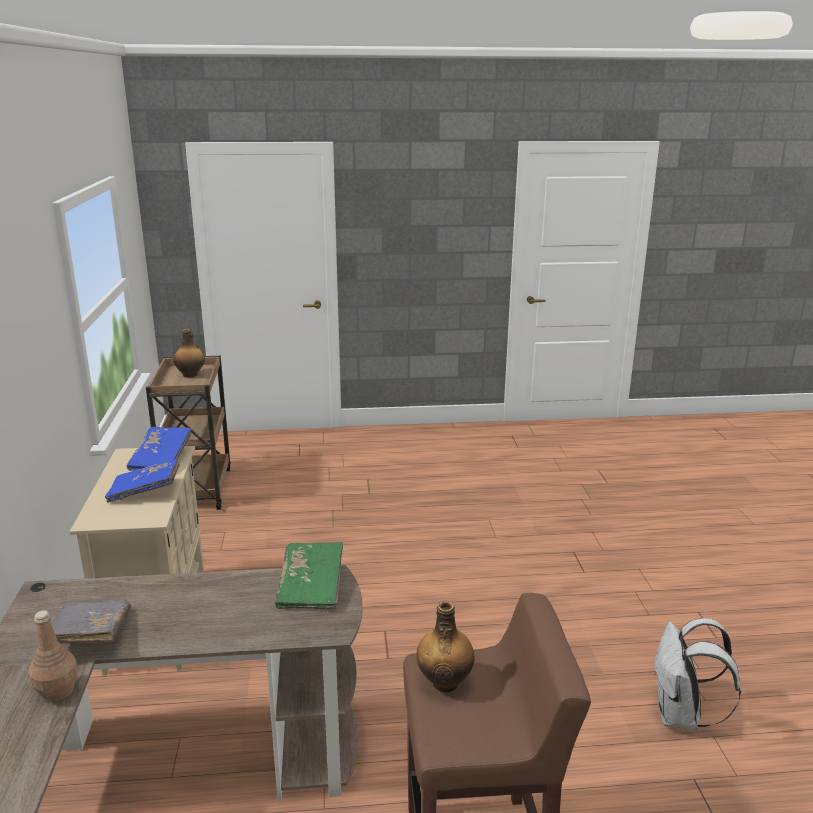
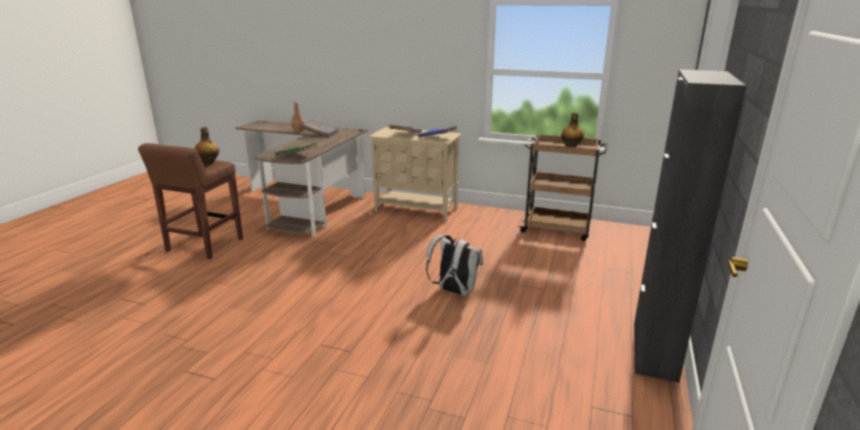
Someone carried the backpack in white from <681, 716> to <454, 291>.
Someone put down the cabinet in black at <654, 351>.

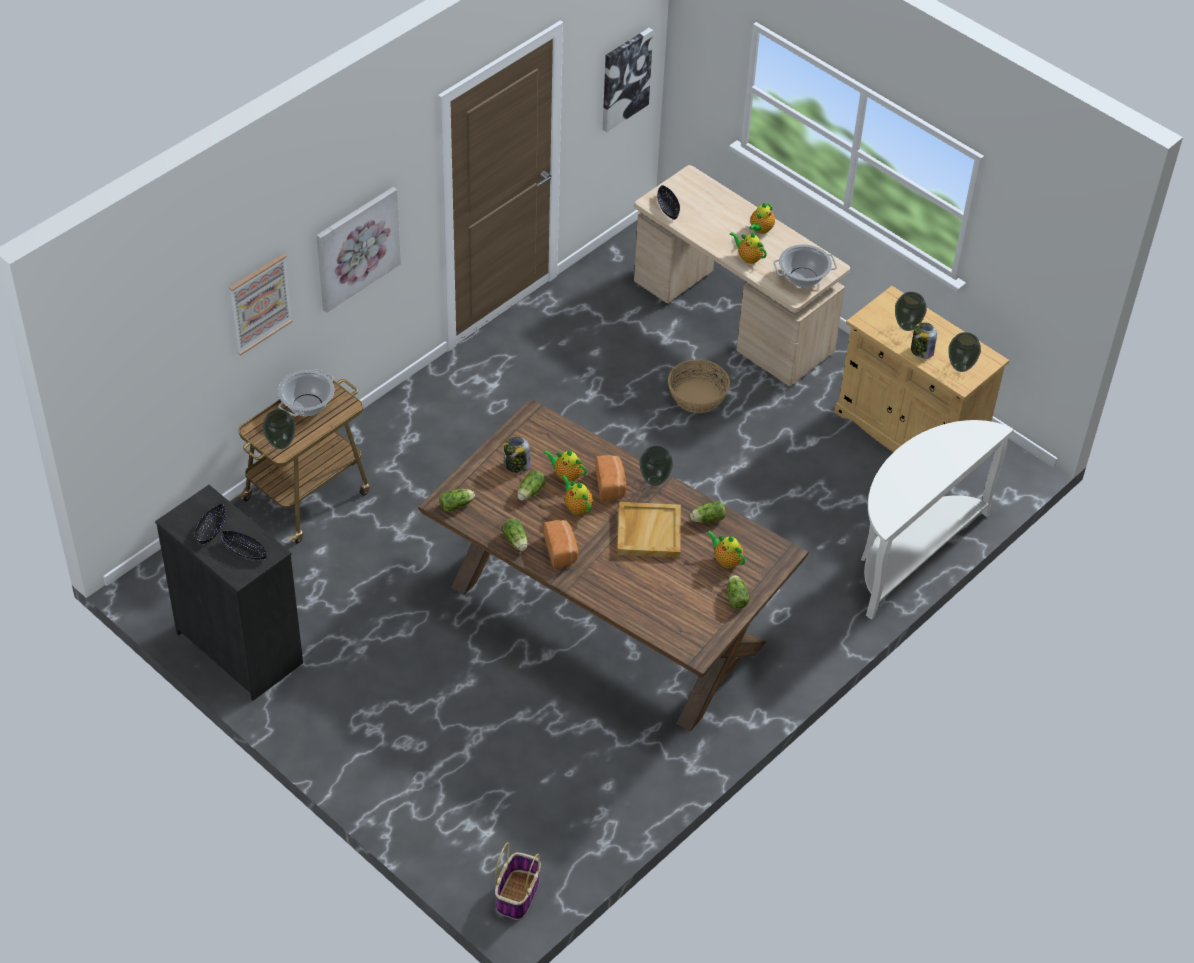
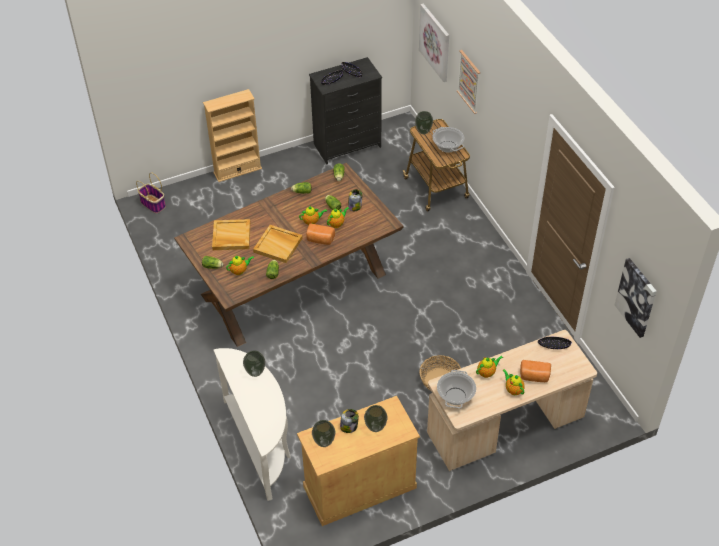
Someone carried the picture from <356, 247> to <435, 42>.
Someone carried the vase from <655, 481> to <255, 373>.
Someone carried the bread from <561, 550> to <534, 377>.
Someone put down the bookcase in beige at <237, 170>.
Someone put down the tray in beige at <231, 236>.

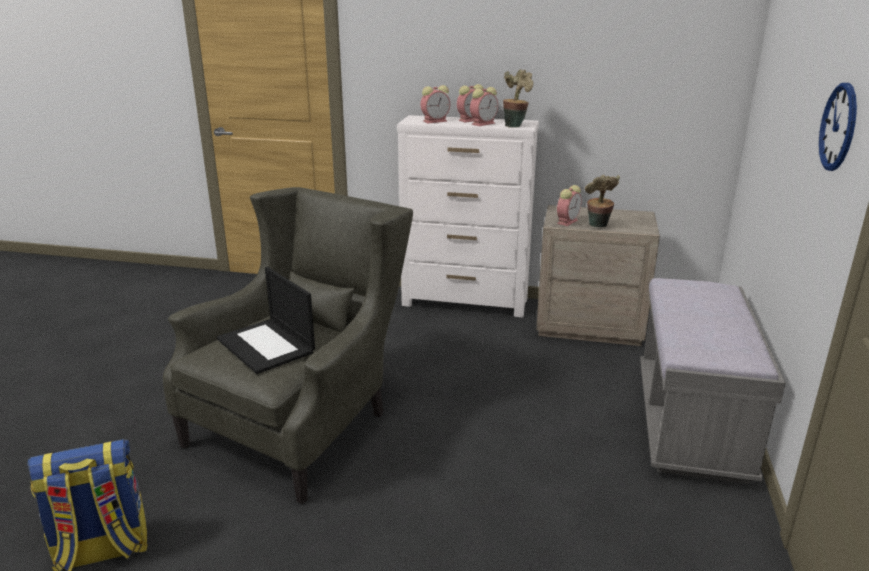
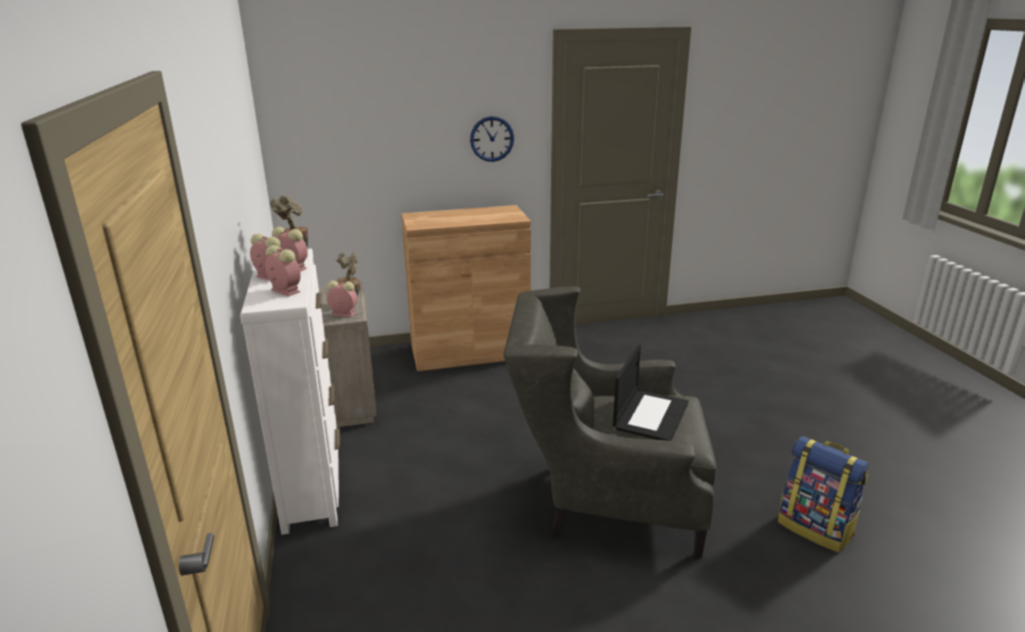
Someone swapped the bench in grey at <691, 423> for the cabinet in brown at <469, 351>.

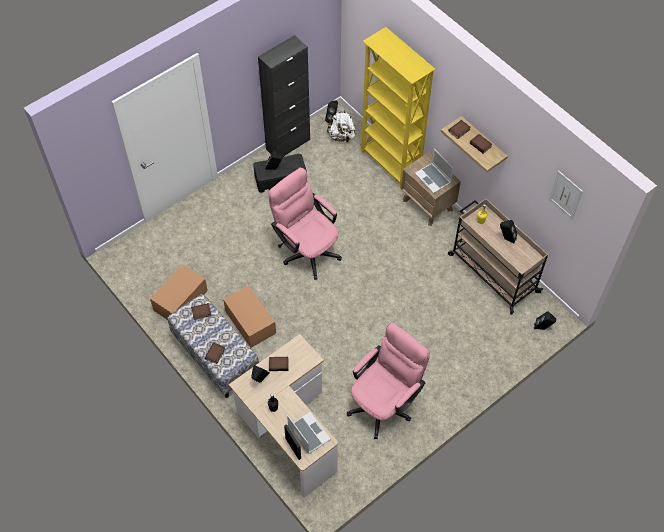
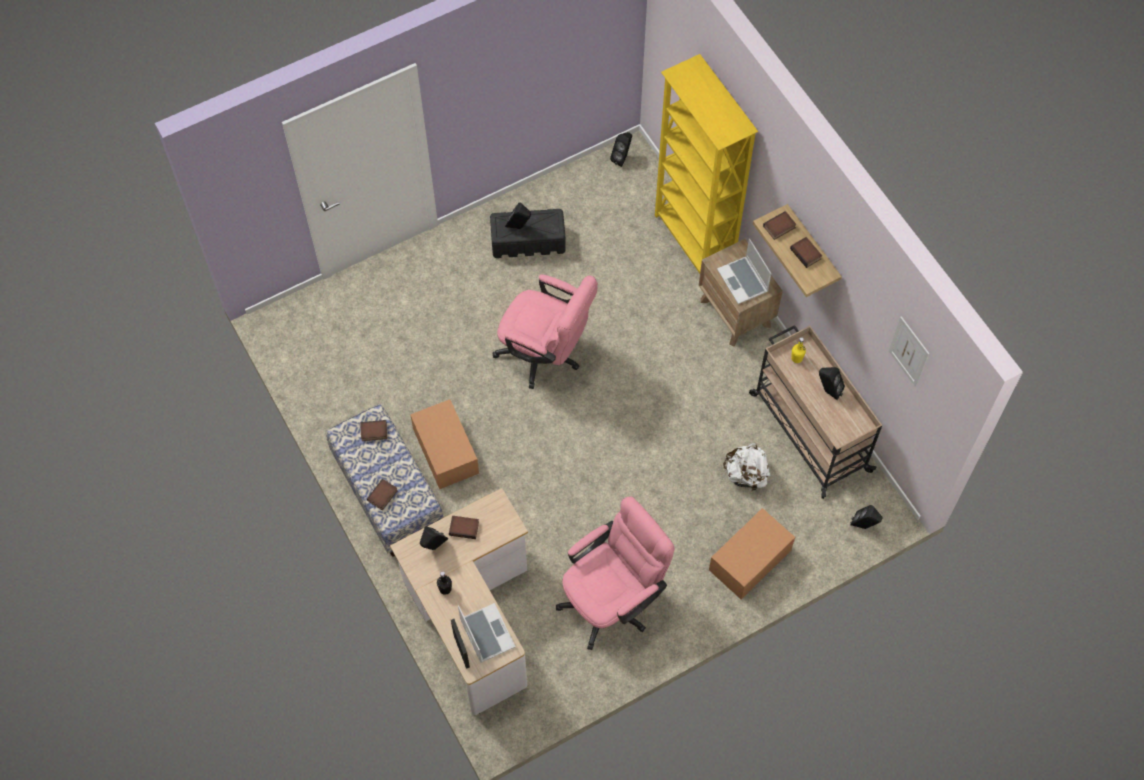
Someone took away the cabinet in black at <288, 144>.
Someone carried the backpack in white from <341, 136> to <746, 475>.
Someone rotated the office chair in pink at <306, 249> by 150 degrees clockwise.
Someone carried the cardboard box from <180, 300> to <750, 560>.

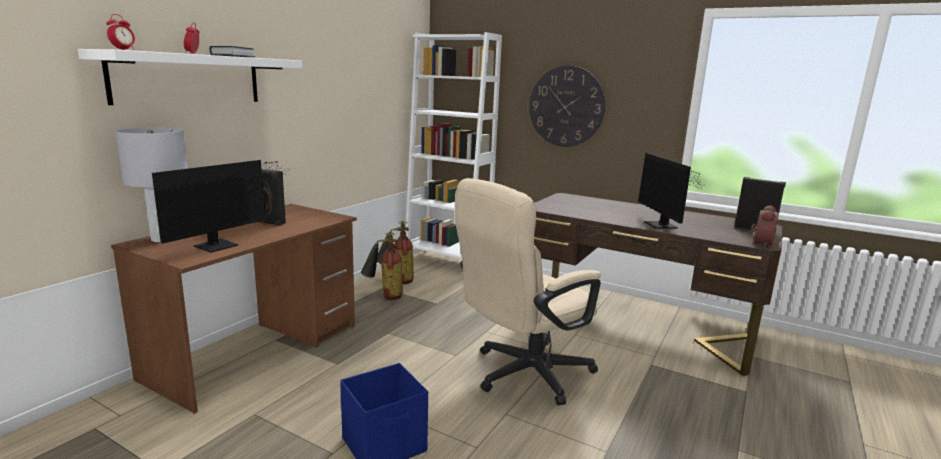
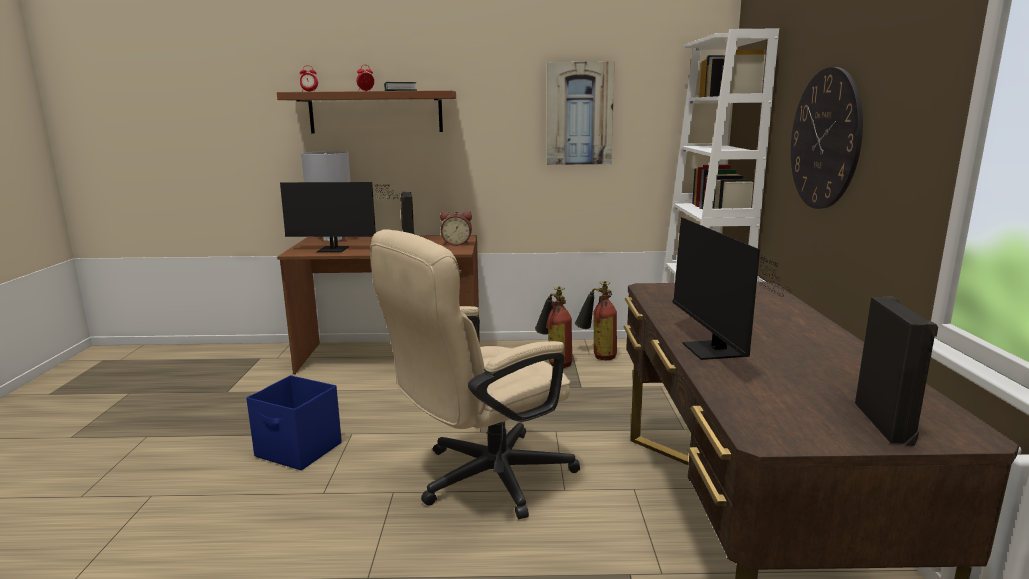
Someone repainted the shelf in white at <189, 79>, which became the shelf in brown at <376, 112>.
Someone rotated the monitor at <661, 226> by 60 degrees counterclockwise.
Someone rotated the office chair in beige at <522, 375> by 60 degrees counterclockwise.
Someone carried the alarm clock from <760, 243> to <457, 244>.
Someone put up the picture at <579, 114>.

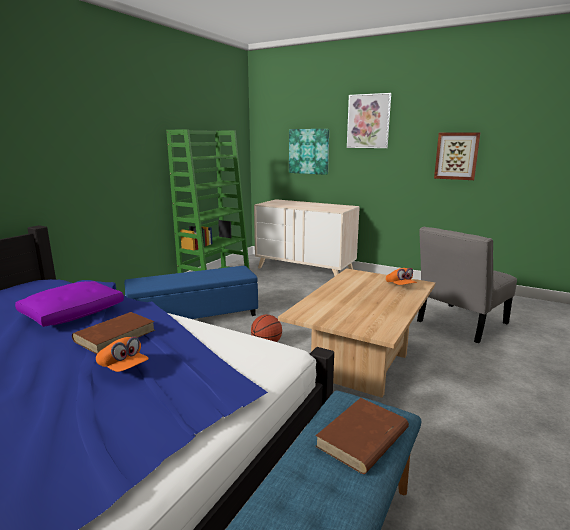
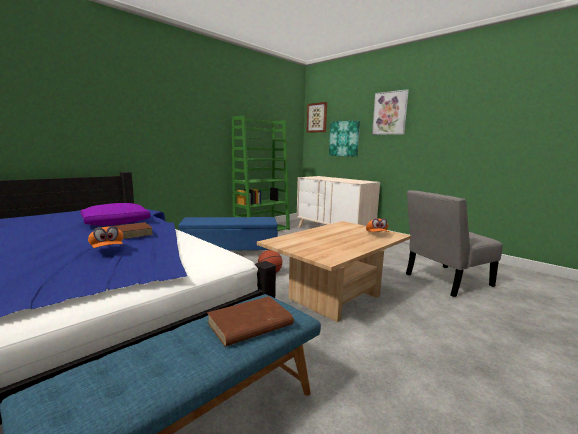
Someone carried the picture from <456, 156> to <317, 117>.

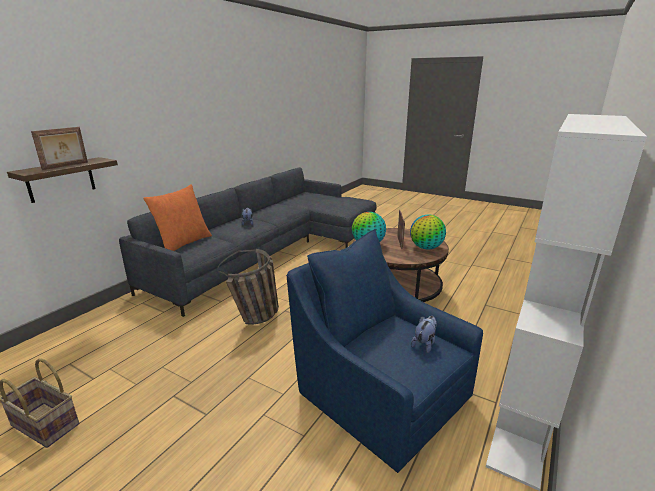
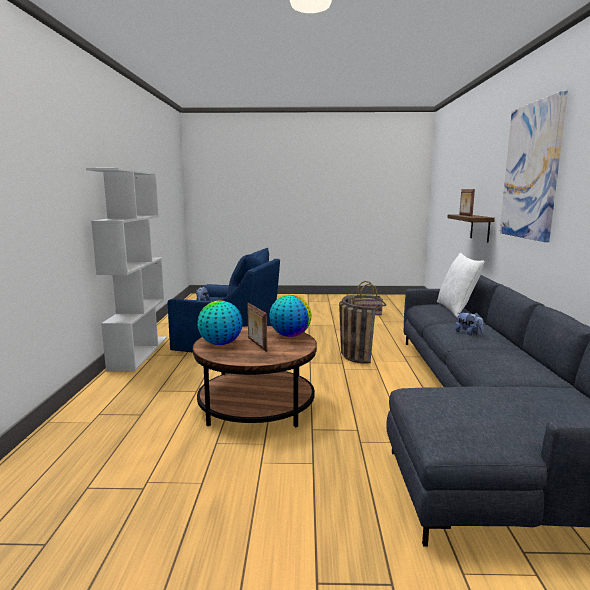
Someone repainted the pillow in orange at <183, 243>, which became the pillow in white at <456, 309>.
Someone put up the picture at <531, 171>.

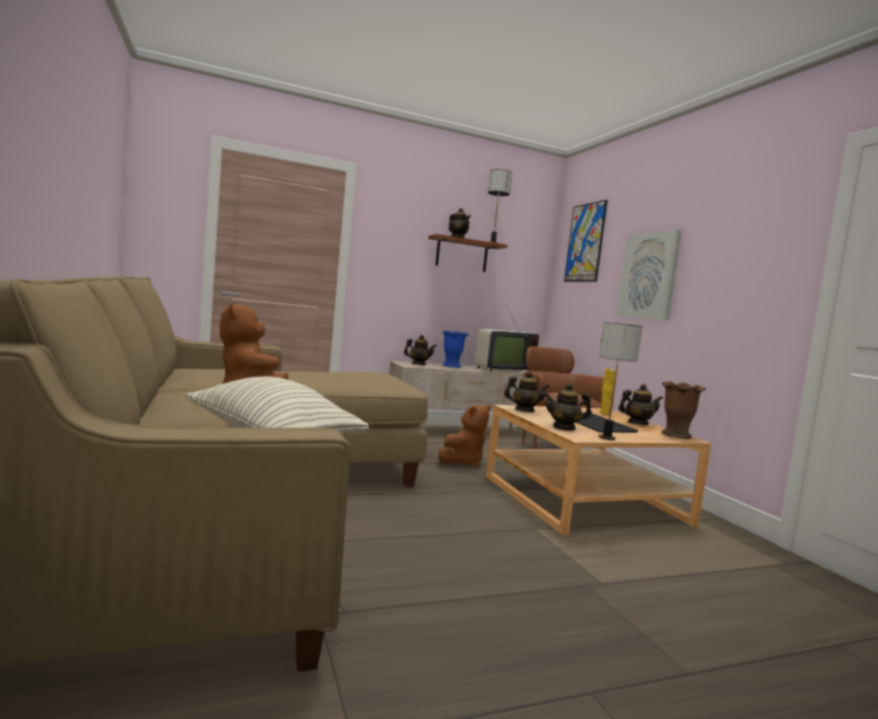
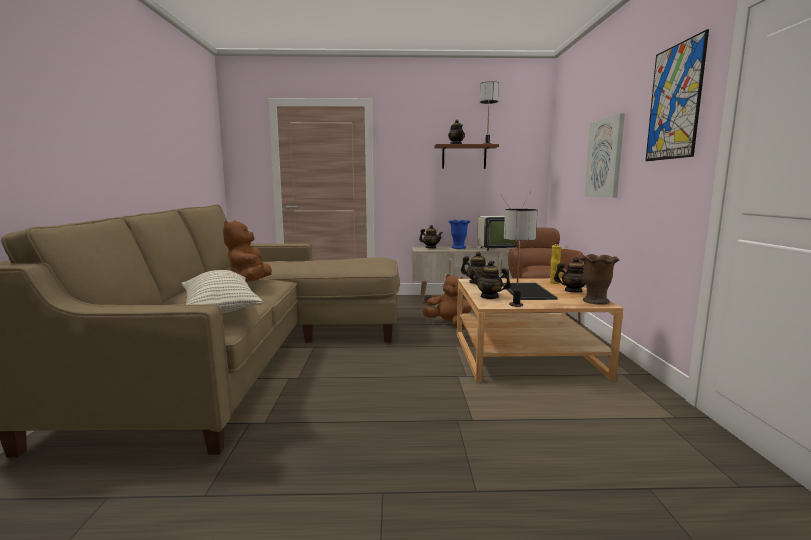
Someone carried the picture from <585, 242> to <674, 102>.
Someone rotated the plush toy in brown at <463, 462> by 120 degrees counterclockwise.

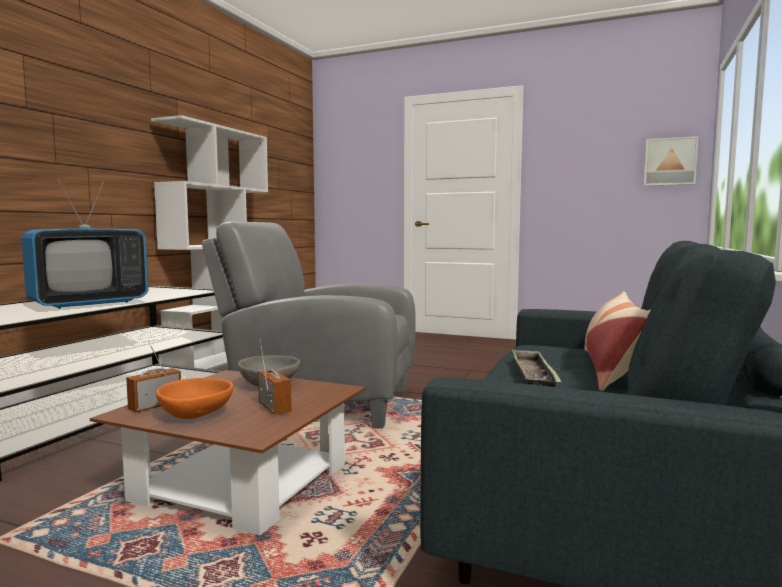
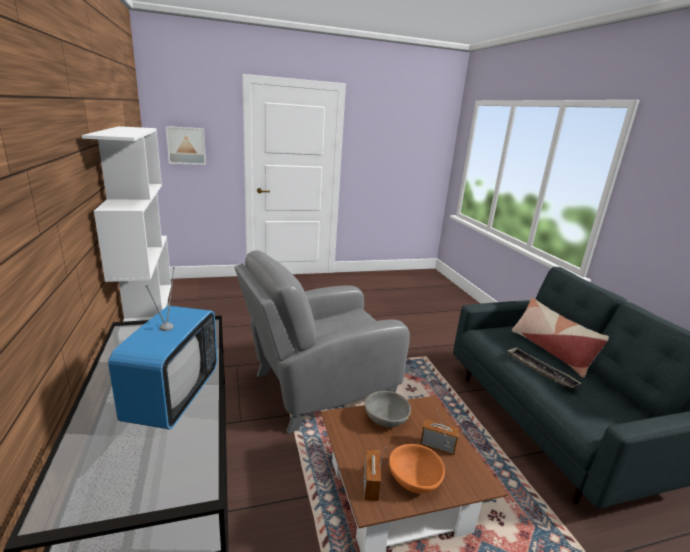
Someone carried the picture from <670, 161> to <186, 145>.

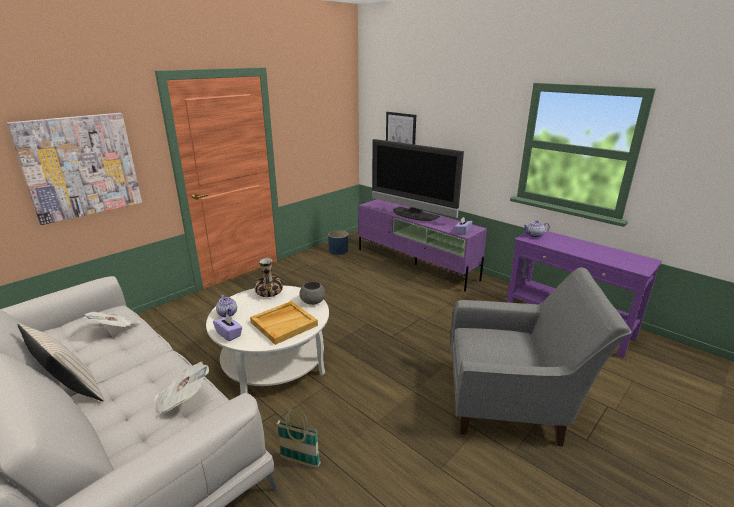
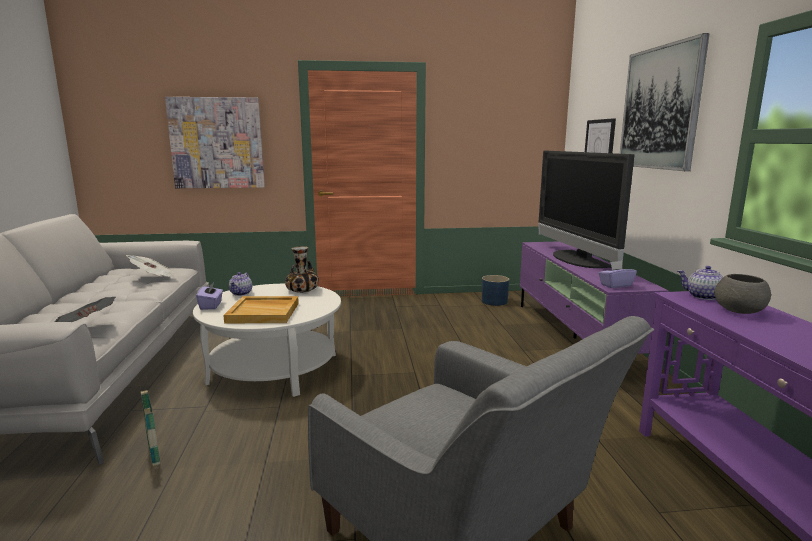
Someone carried the bowl in grey from <313, 302> to <739, 311>.
Someone took away the pillow in beige at <71, 391>.
Someone put up the picture at <660, 108>.

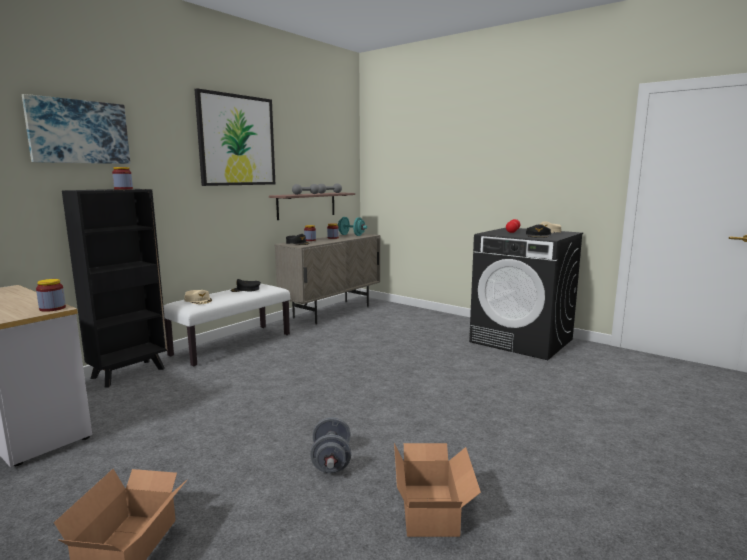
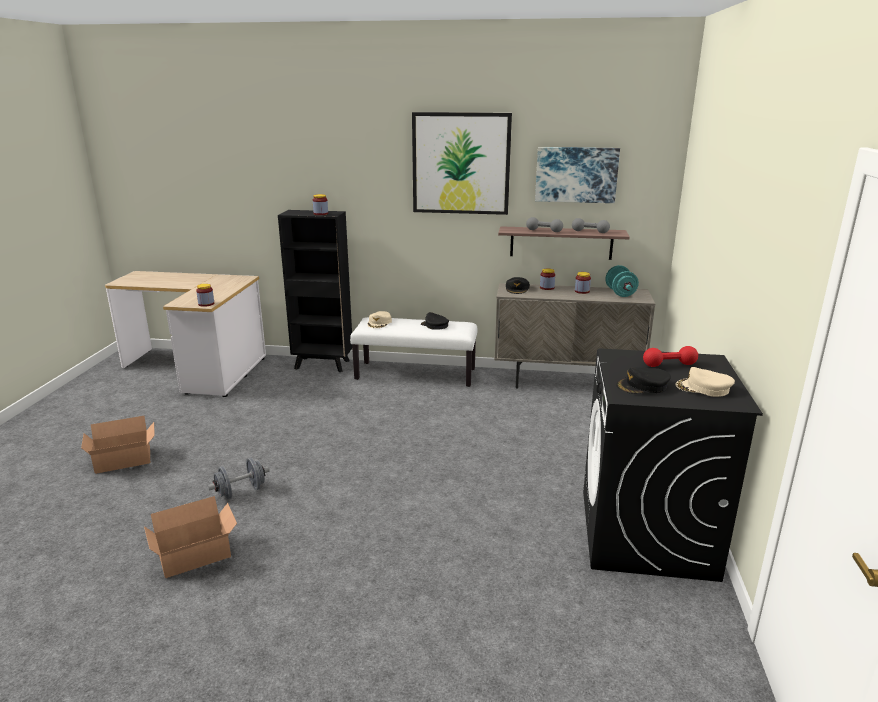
Someone carried the picture from <78, 132> to <576, 174>.

